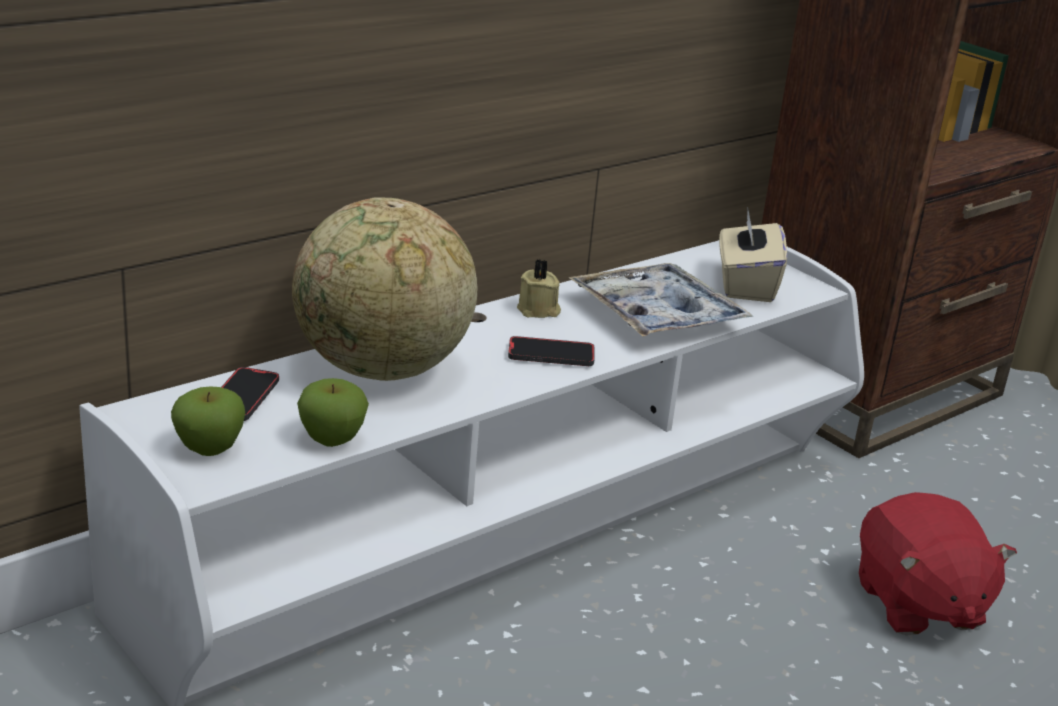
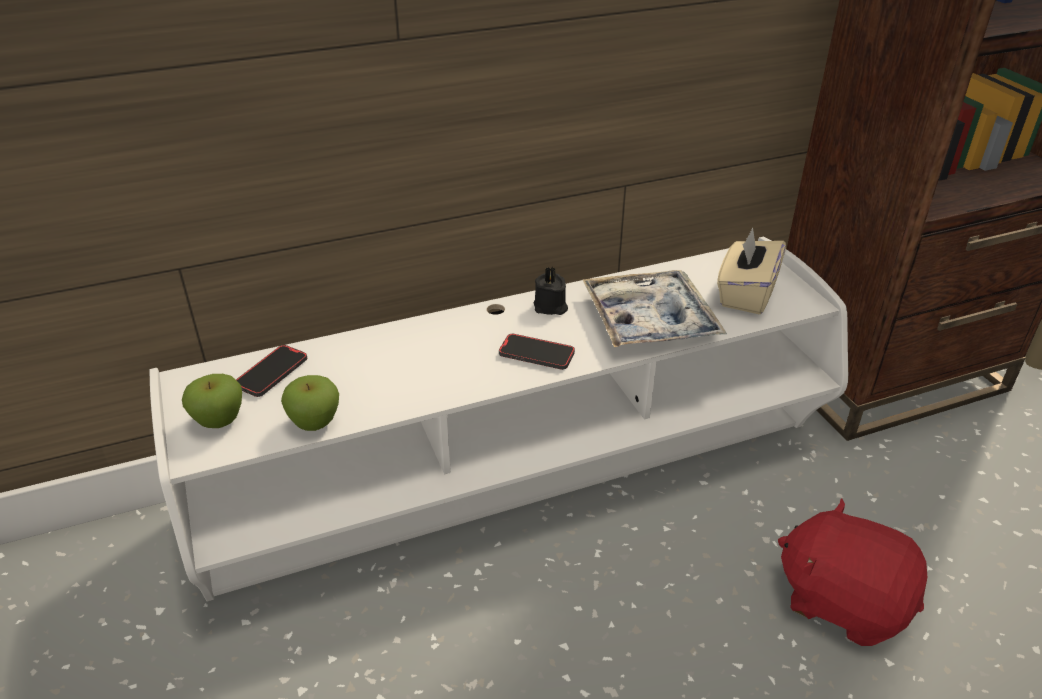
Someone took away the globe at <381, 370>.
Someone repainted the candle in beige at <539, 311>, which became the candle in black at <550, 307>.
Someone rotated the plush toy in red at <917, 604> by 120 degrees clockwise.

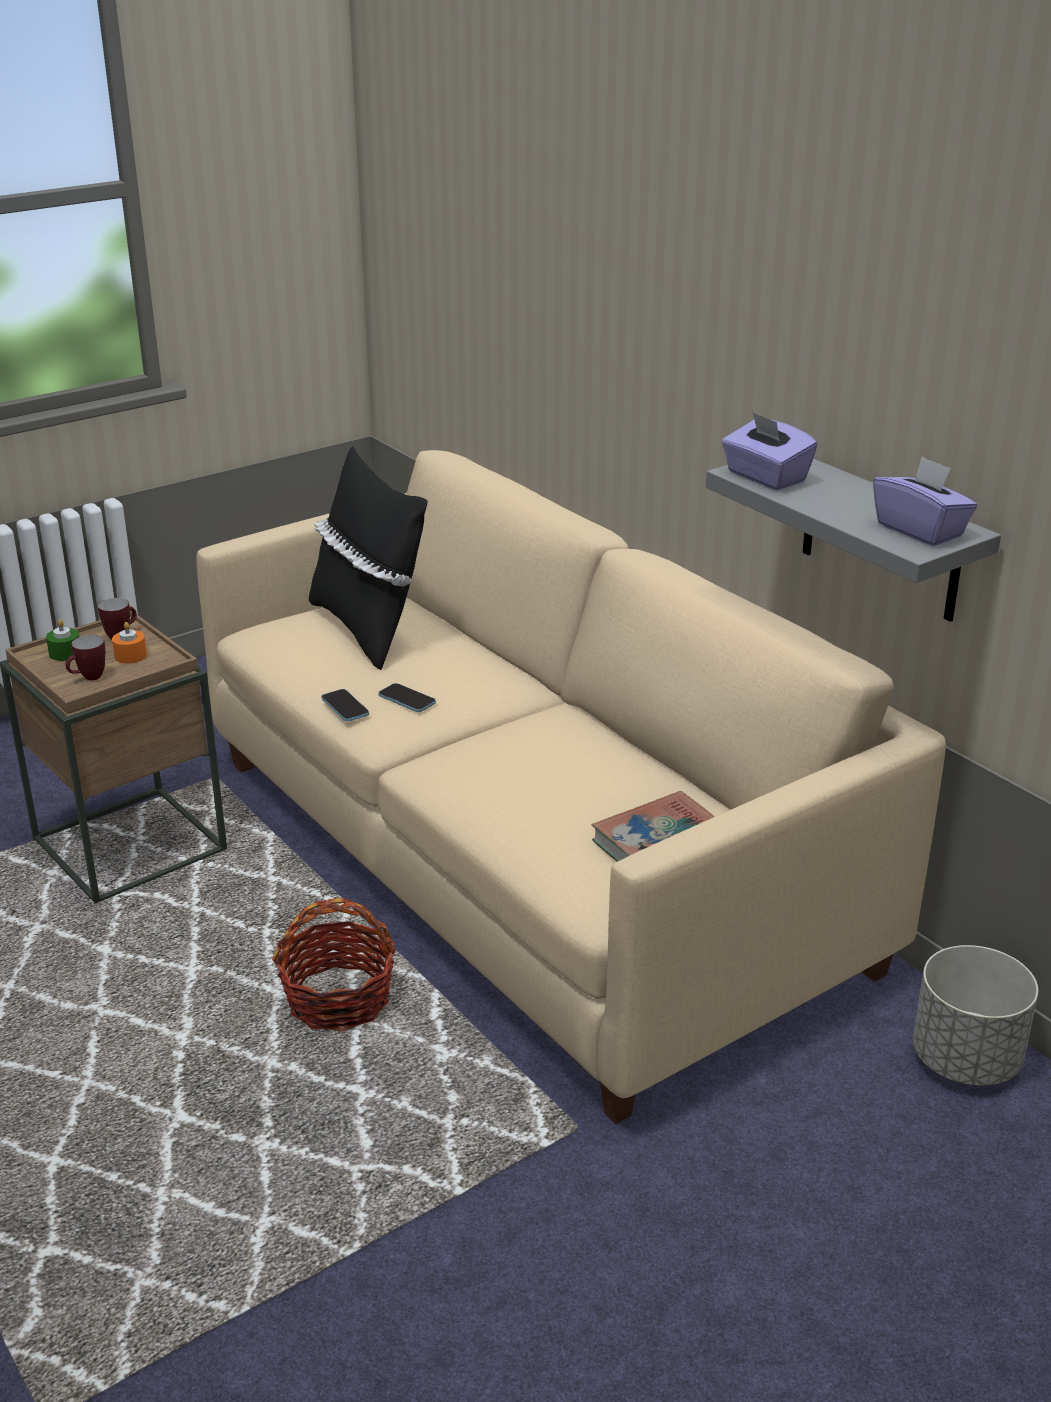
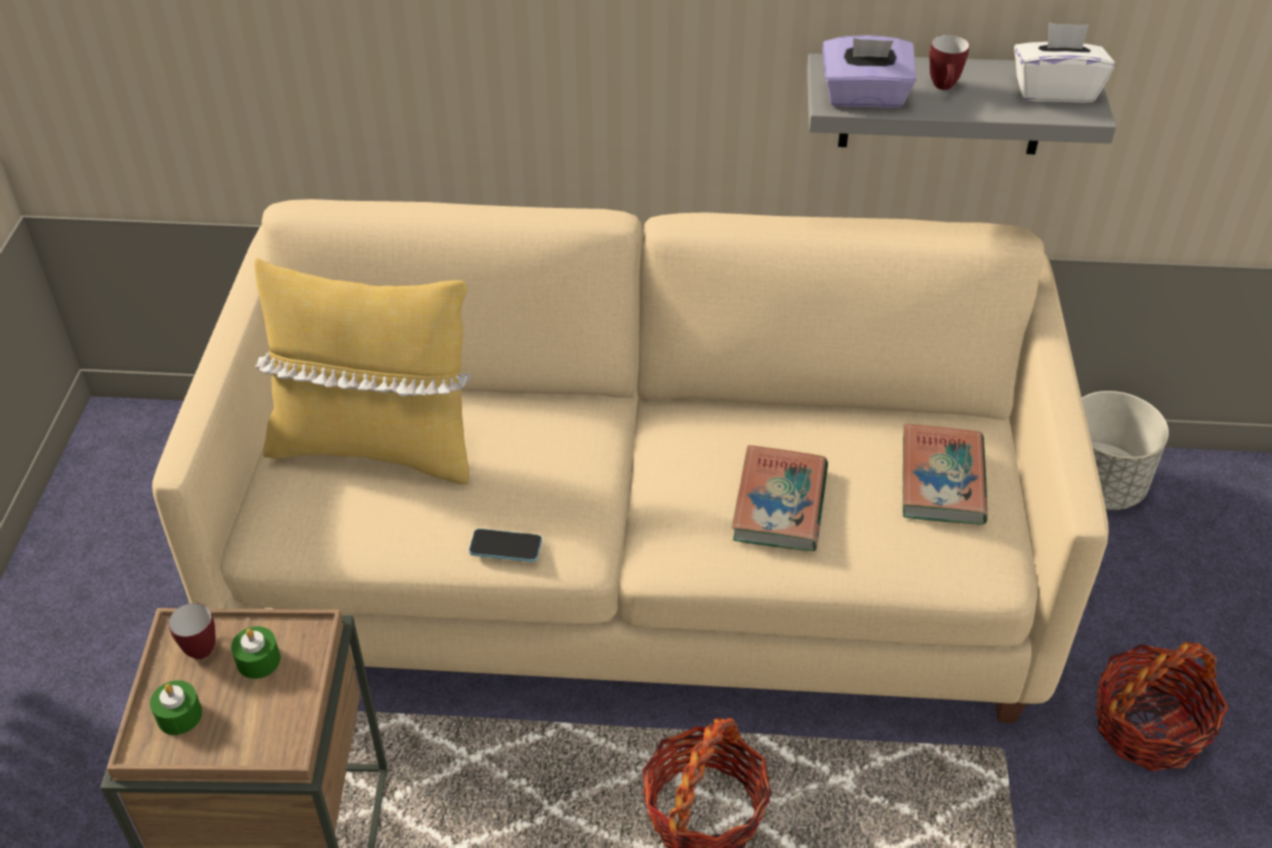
Someone repainted the pillow in black at <368, 628>, which became the pillow in yellow at <376, 447>.
Someone repainted the tissue box in purple at <920, 530>, which became the tissue box in white at <1054, 90>.
Someone repainted the candle in orange at <130, 656>, which became the candle in green at <258, 660>.
Someone carried the mug from <88, 678> to <944, 88>.
Someone took away the phone at <407, 699>.
Someone put down the book at <780, 504>.
Someone put down the basket at <1148, 726>.

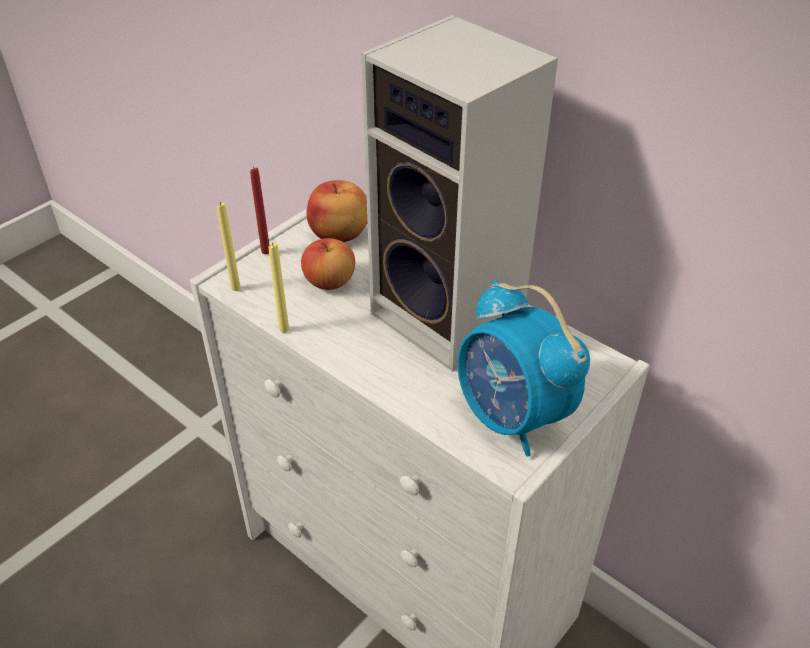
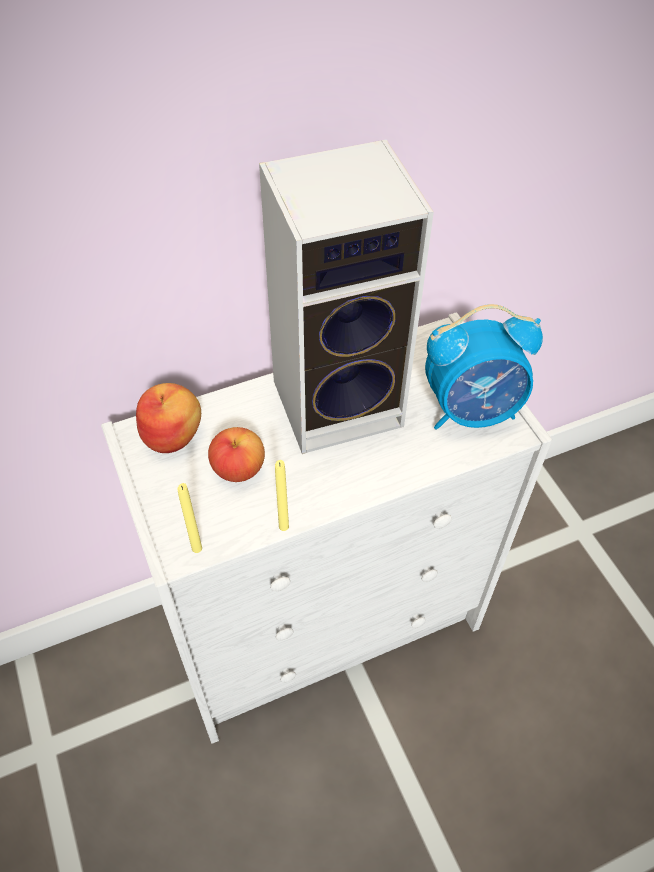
Someone took away the candle in red at <265, 251>.

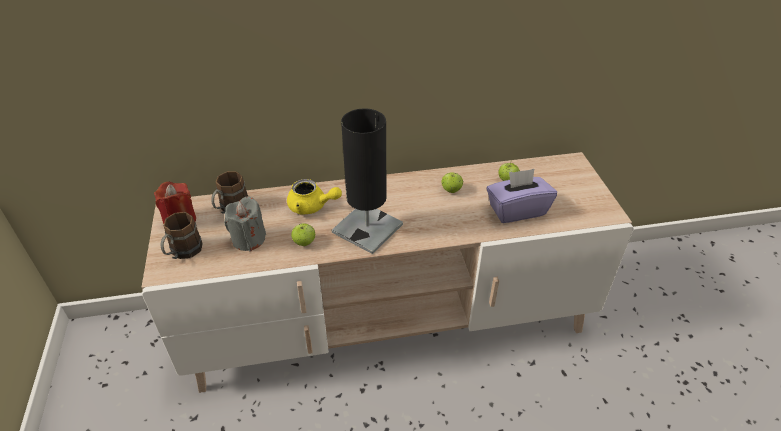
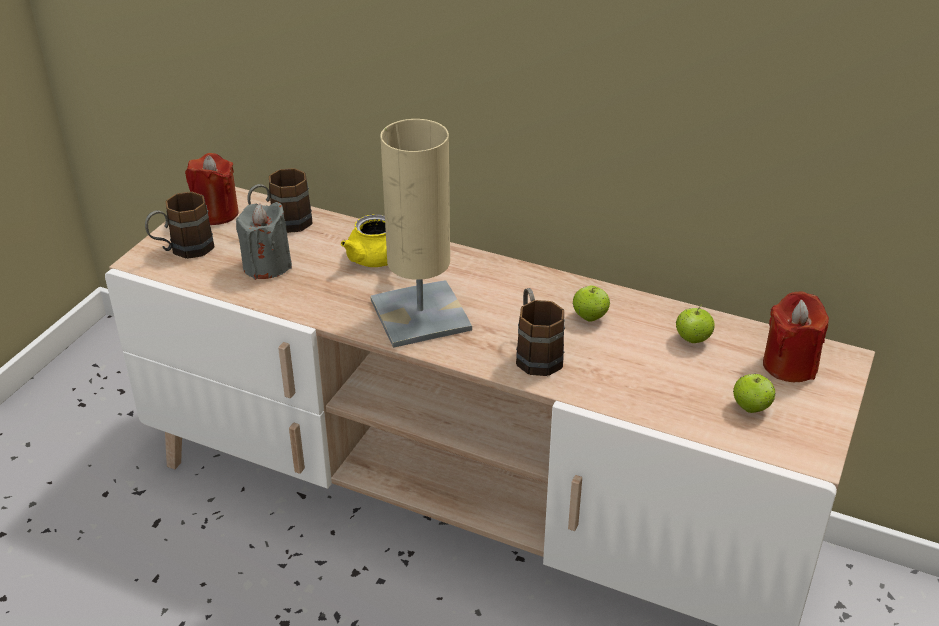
Someone repainted the table lamp in black at <367, 228>, which became the table lamp in beige at <420, 315>.
Someone took away the tissue box in purple at <517, 210>.
Someone carried the apple from <304, 243> to <751, 408>.
Someone put down the mug in brown at <535, 353>.
Someone put down the candle in red at <789, 365>.

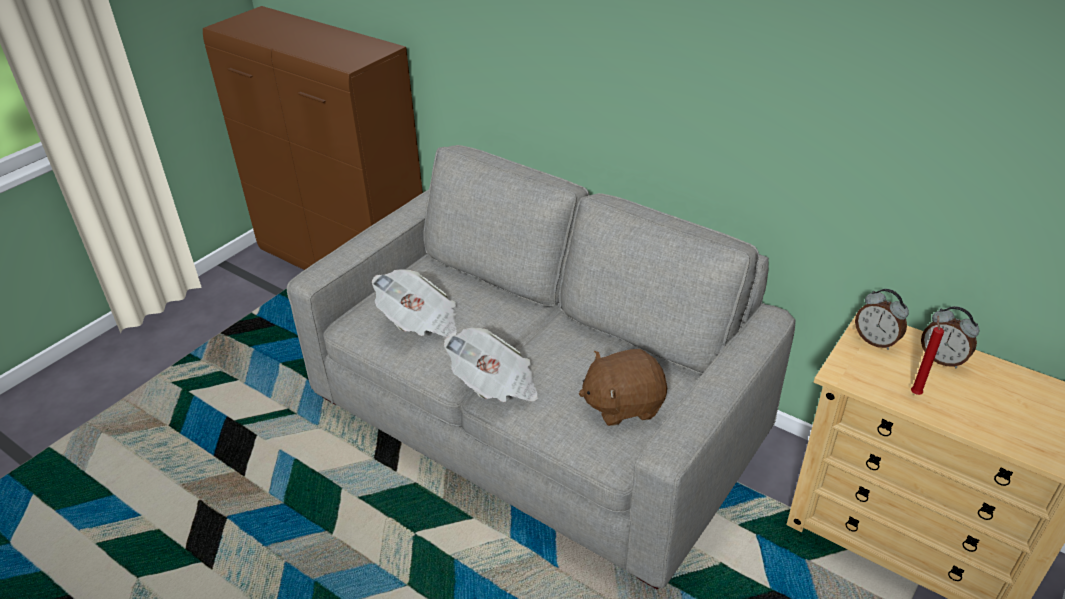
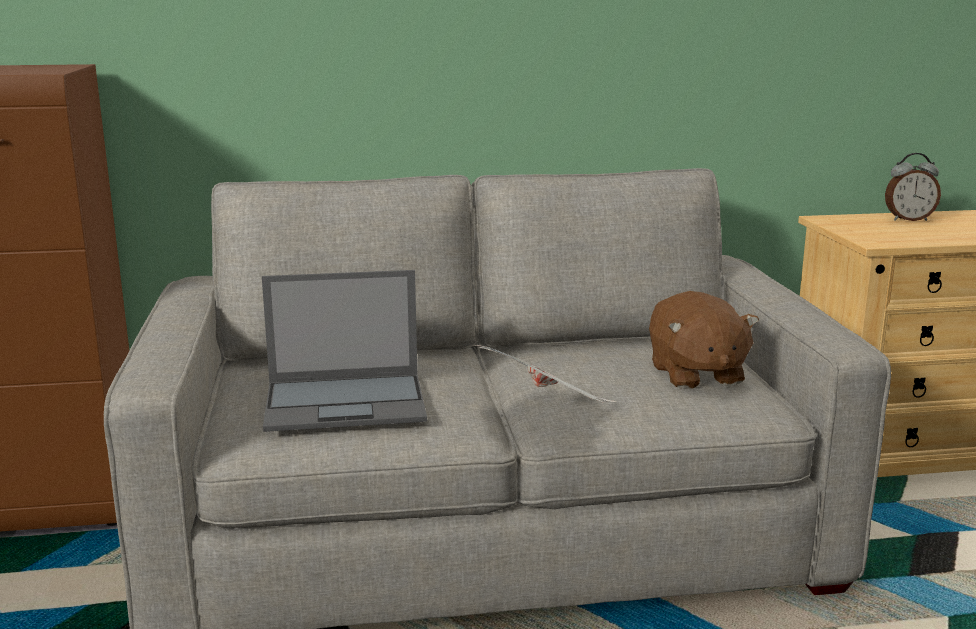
Someone swapped the newspaper at <420, 322> for the laptop at <347, 402>.
Someone took away the alarm clock at <875, 341>.
Someone took away the candle in red at <915, 392>.
Someone rotated the plush toy in brown at <623, 404> by 45 degrees counterclockwise.

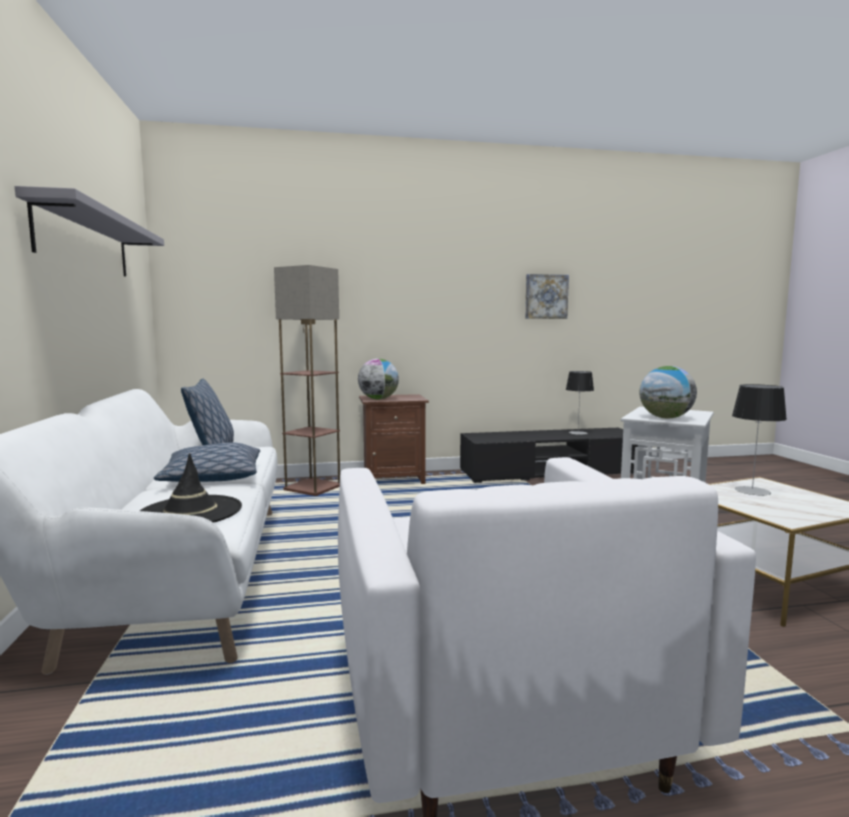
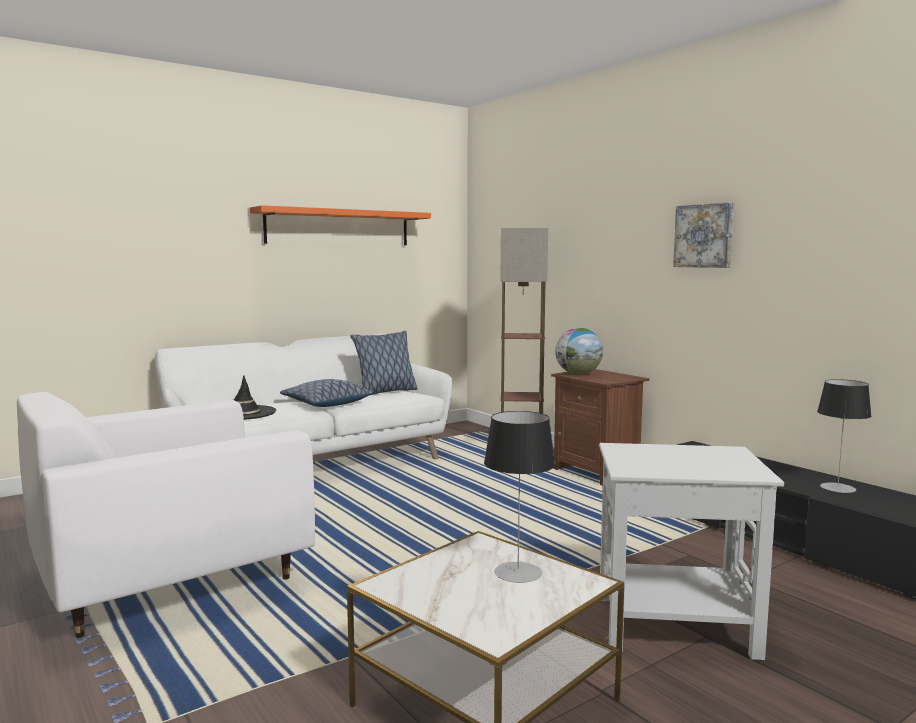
Someone repainted the shelf in grey at <85, 242>, which became the shelf in orange at <339, 227>.
Someone carried the picture from <545, 296> to <704, 236>.
Someone took away the globe at <665, 418>.

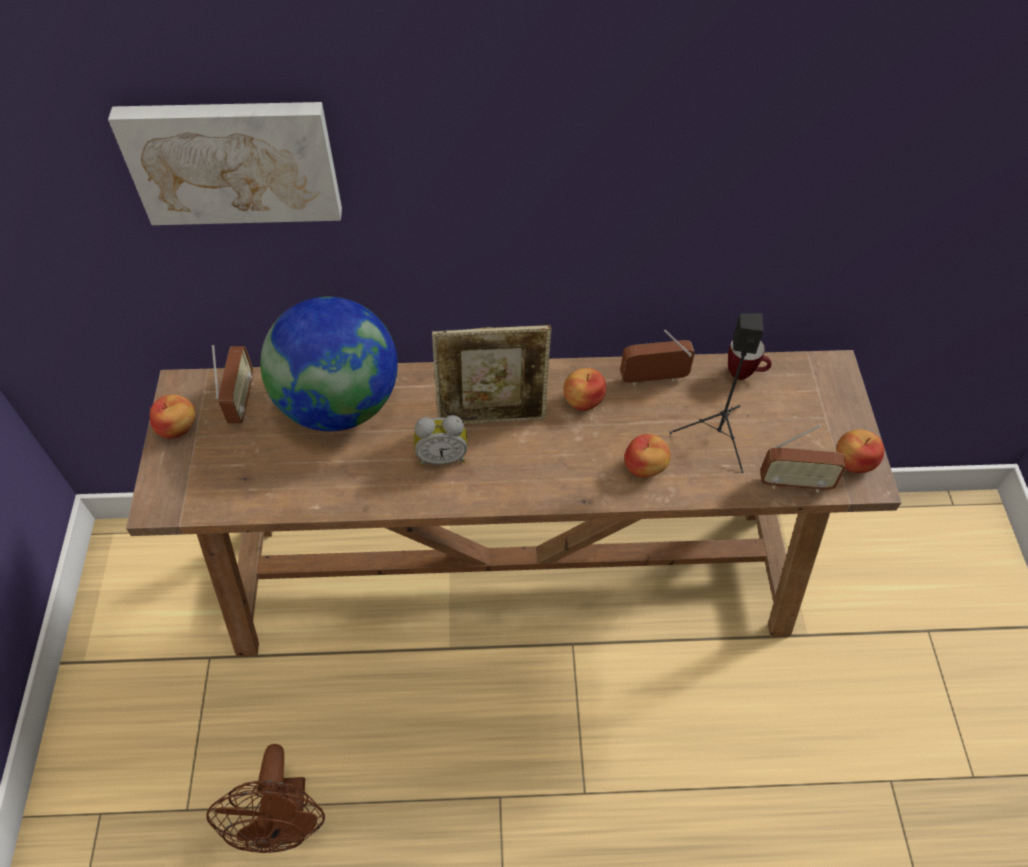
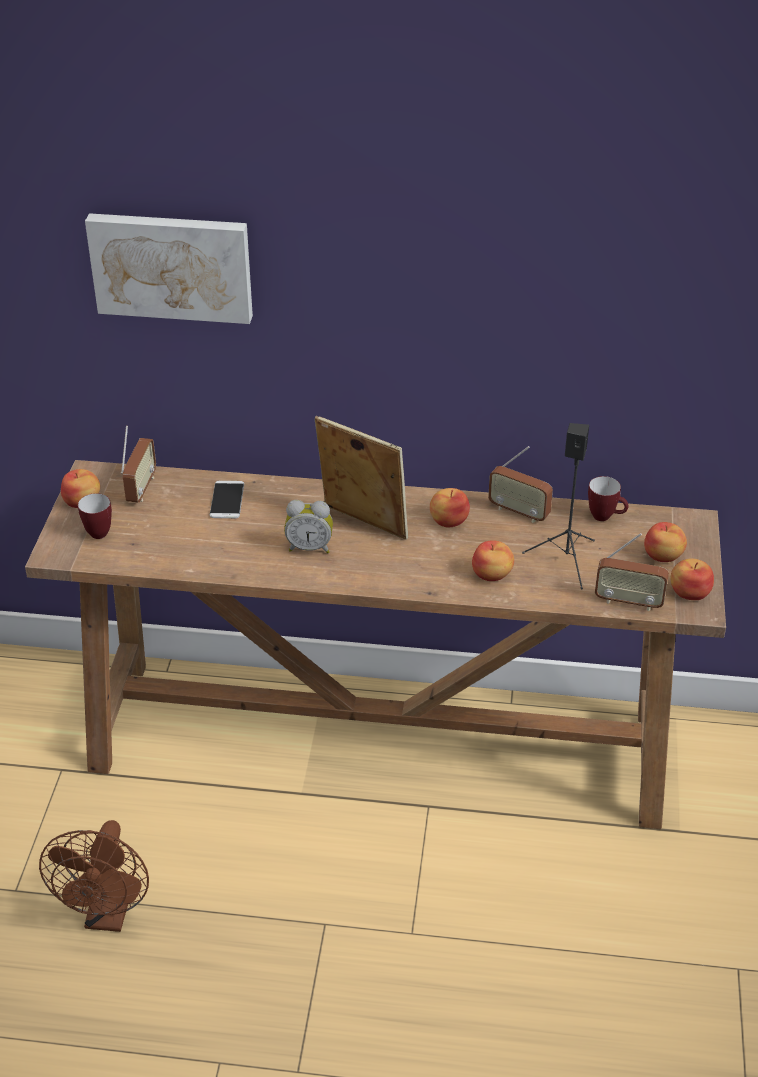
Someone swapped the globe at <339, 404> for the phone at <227, 500>.
Someone rotated the picture frame at <492, 417> by 150 degrees counterclockwise.
Someone rotated the radio at <653, 379> by 150 degrees counterclockwise.
Someone put down the mug at <97, 531>.
Someone put down the apple at <663, 556>.

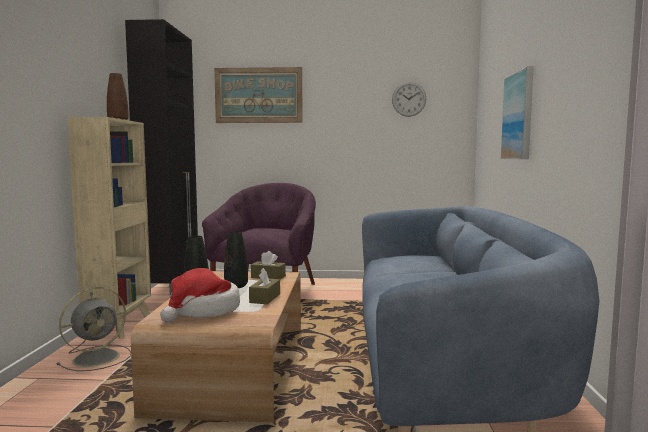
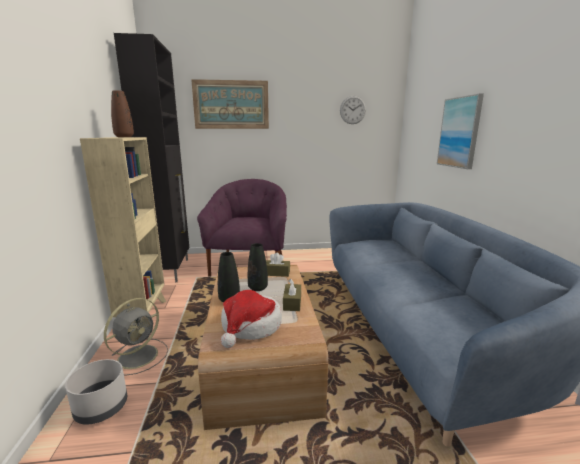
Someone put down the planter in grey at <102, 407>.

